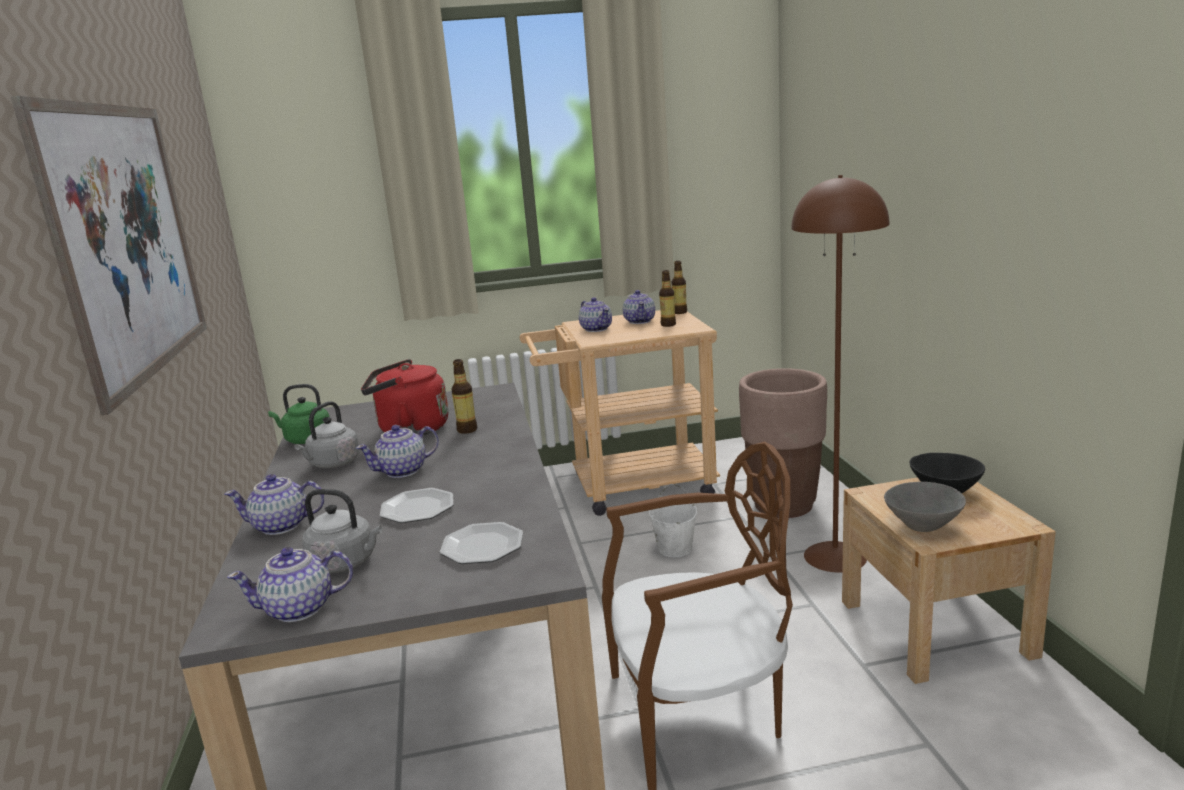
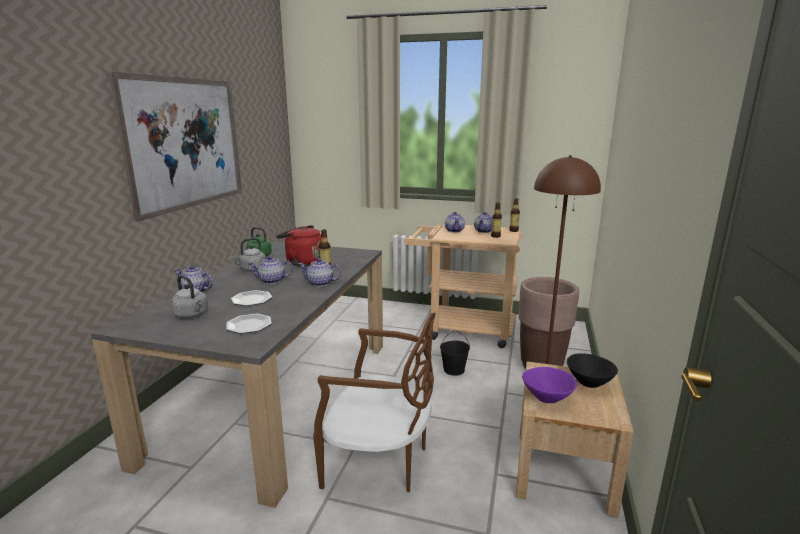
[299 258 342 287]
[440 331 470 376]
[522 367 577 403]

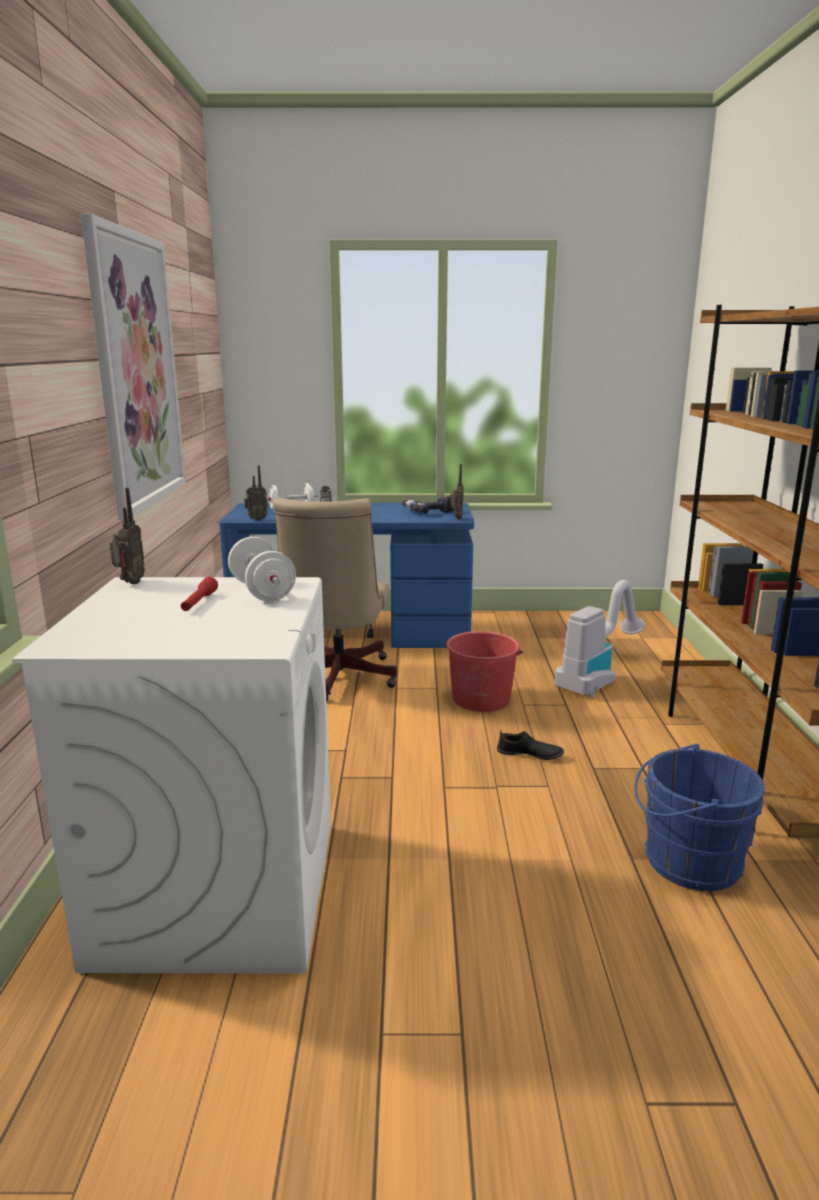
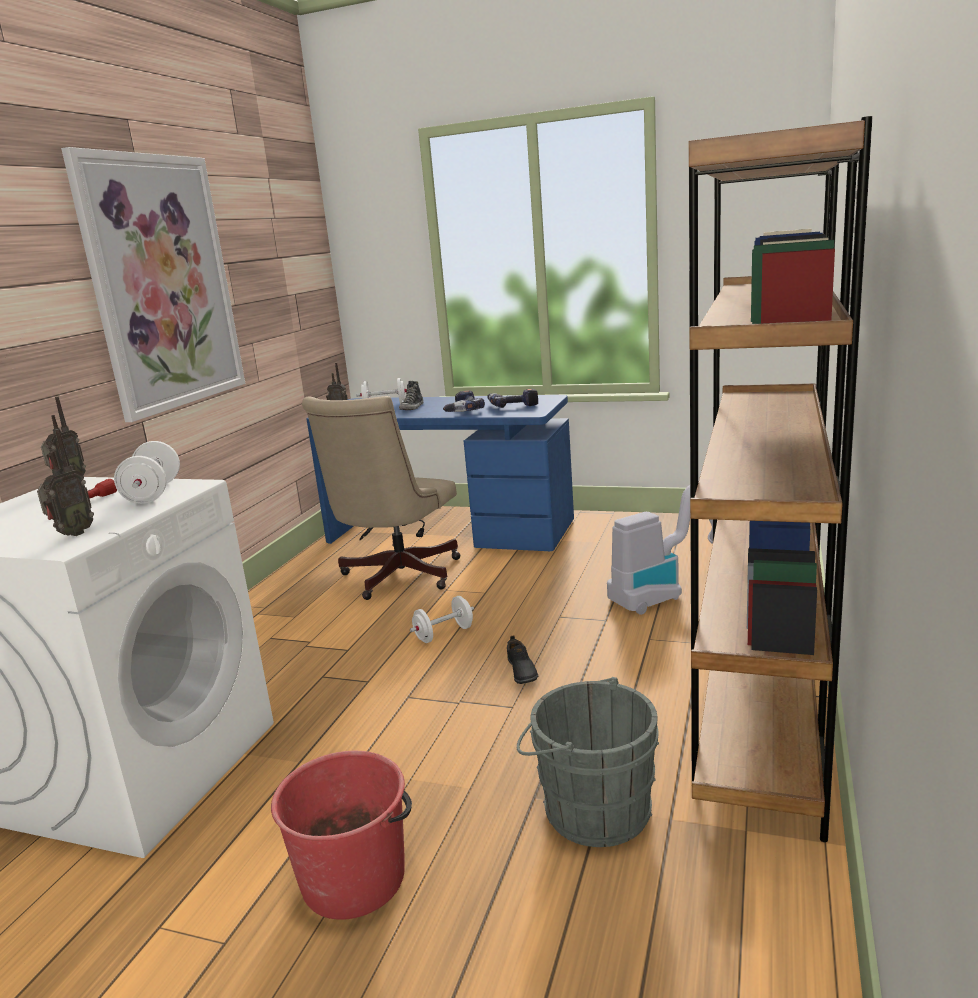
[410 596 474 643]
[443 390 485 412]
[271 751 412 920]
[37 429 94 536]
[517 677 659 847]
[507 636 538 684]

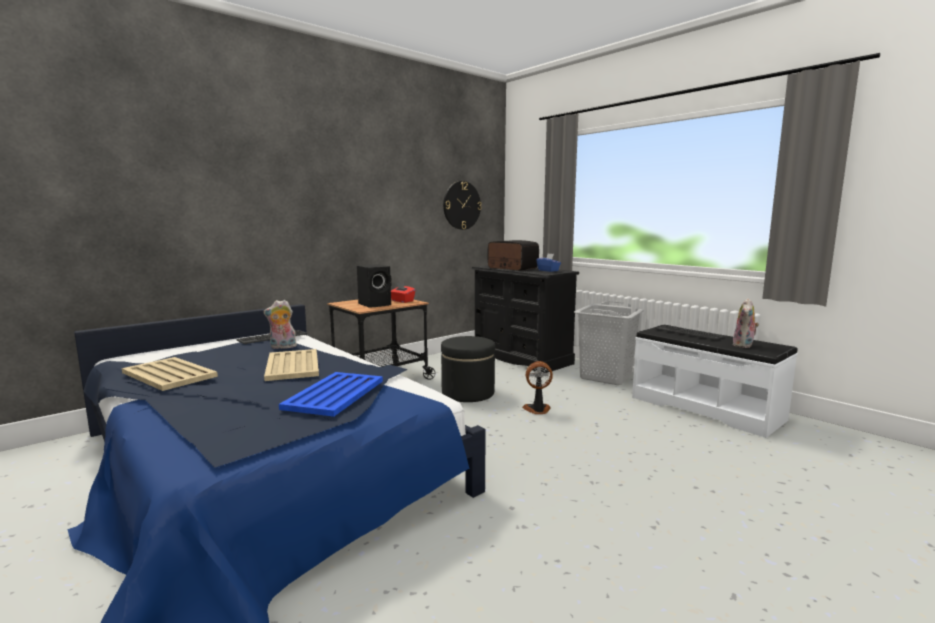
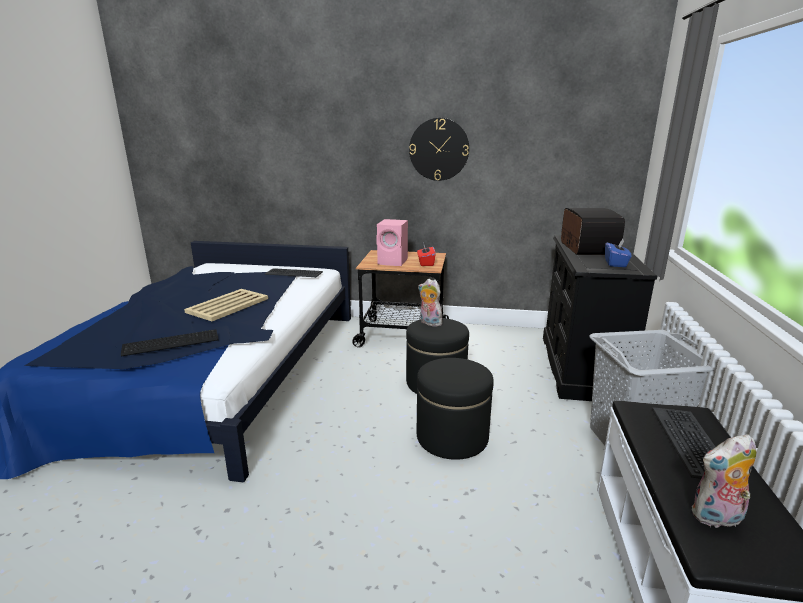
[122 357 218 391] (first image)
[418 279 442 327]
[409 118 469 181]
[121 329 219 357]
[417 358 494 460]
[376 219 408 266]

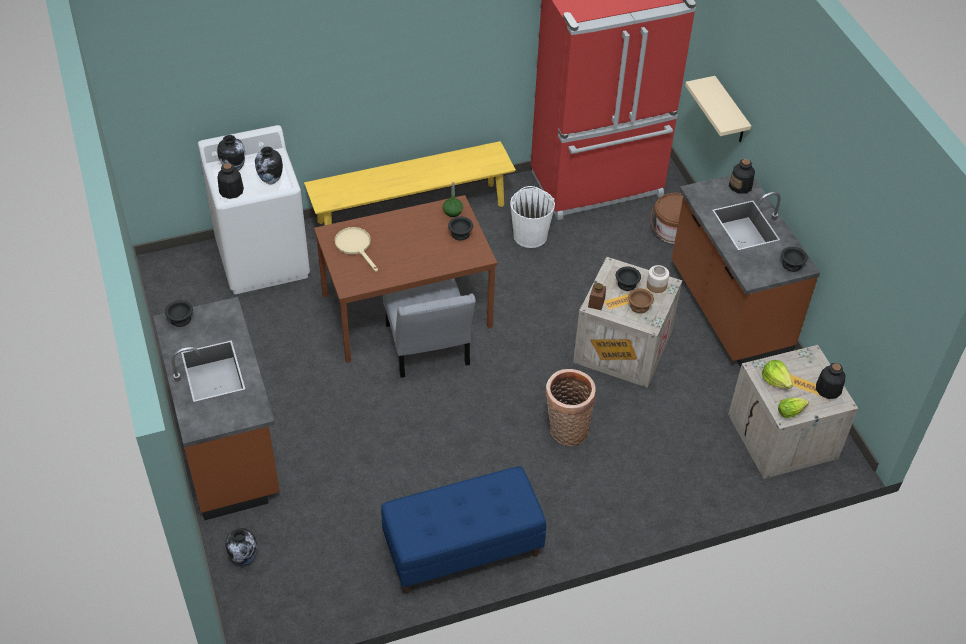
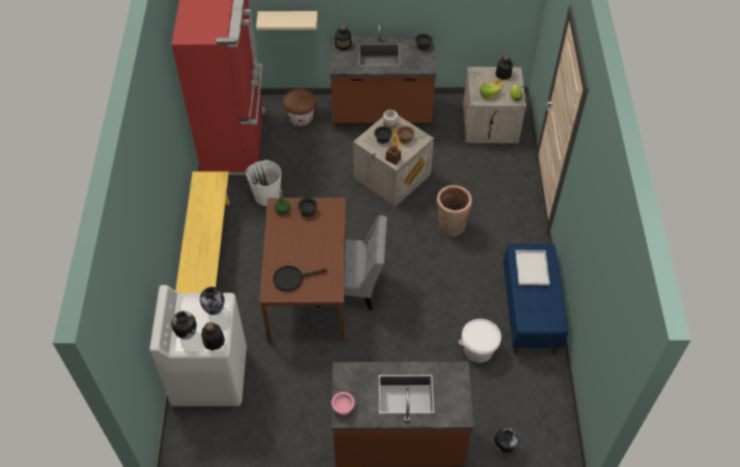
[459 319 501 363]
[515 250 550 285]
[331 392 355 415]
[273 266 327 291]

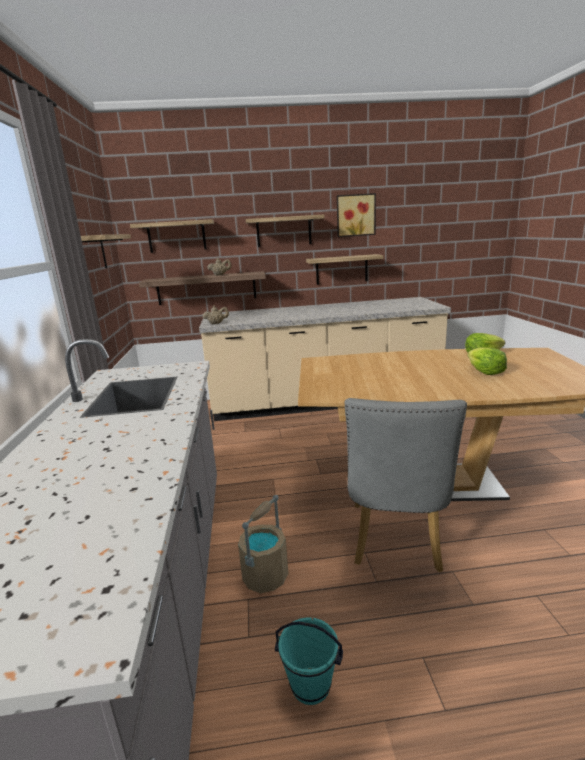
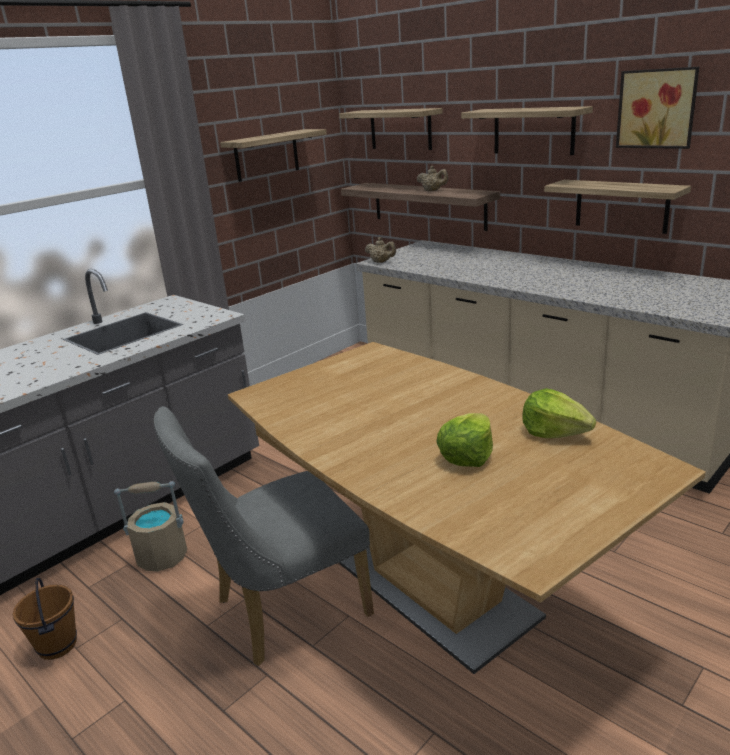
[13 578 77 660]

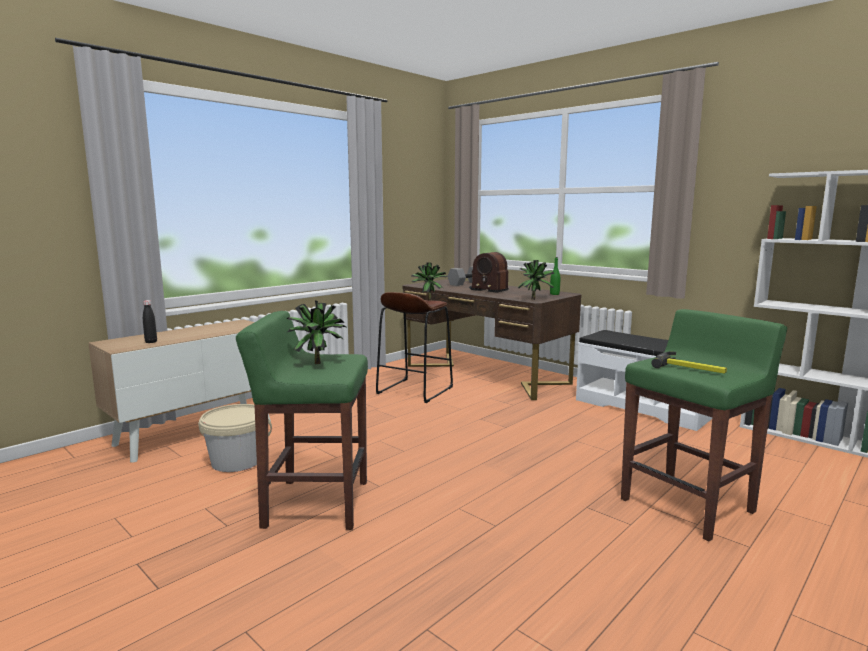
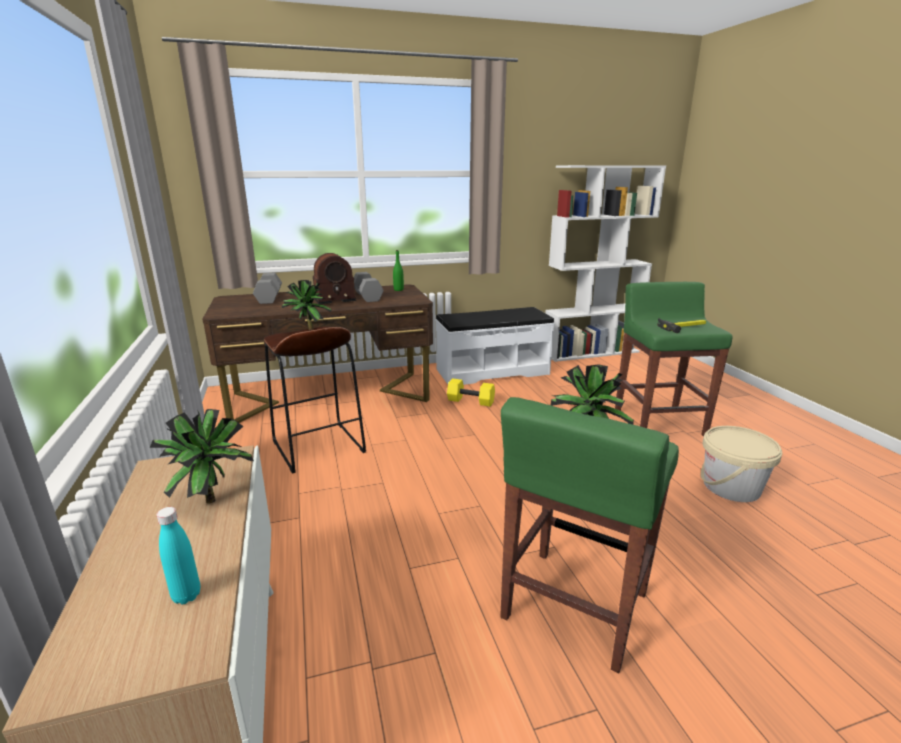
[354 272 384 302]
[447 378 495 407]
[701 426 782 502]
[149 409 254 504]
[157 507 200 604]

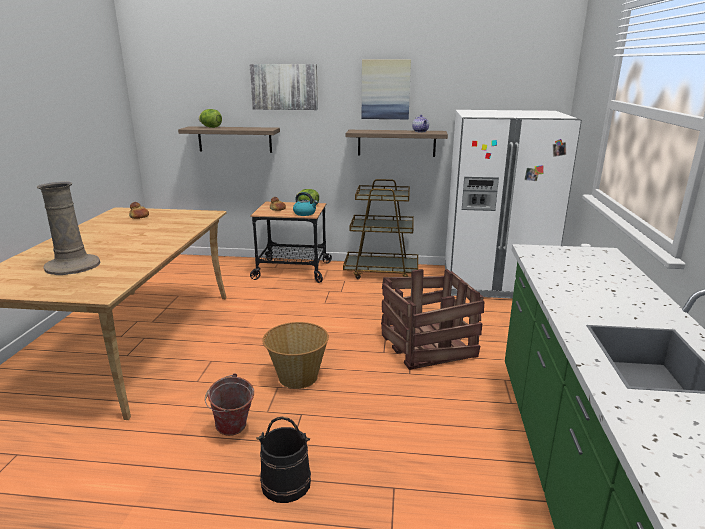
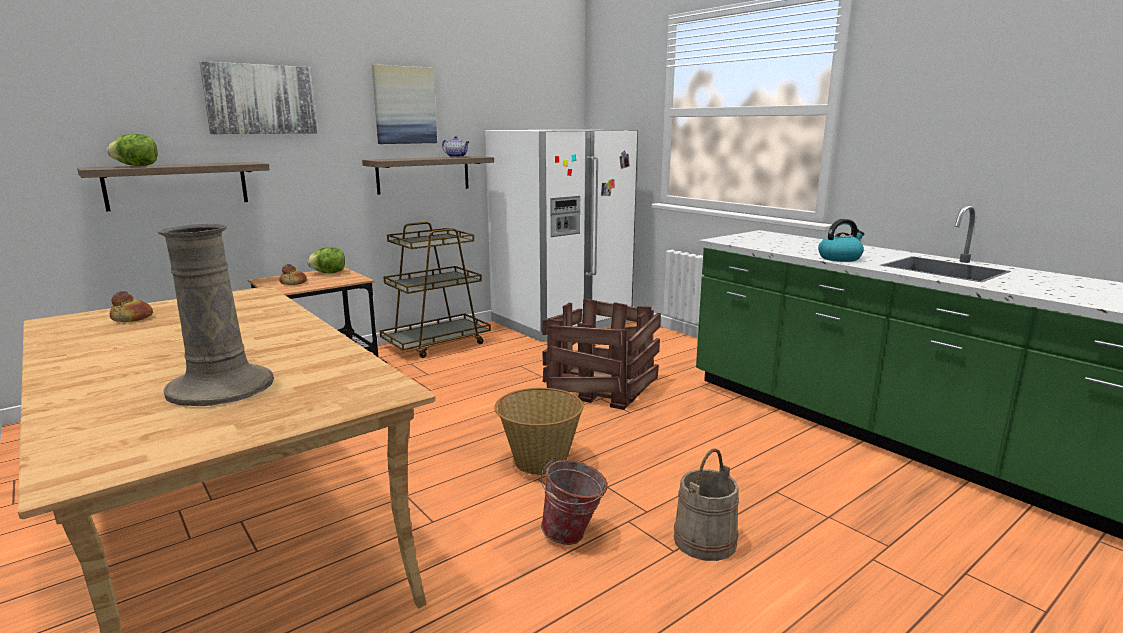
[818 219 864 262]
[674 449 739 561]

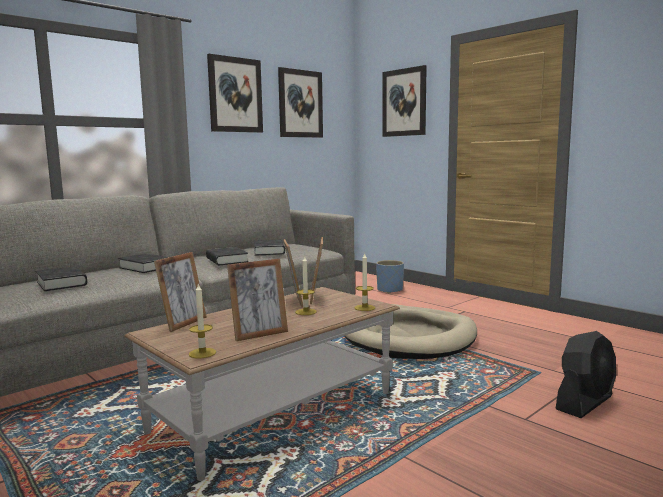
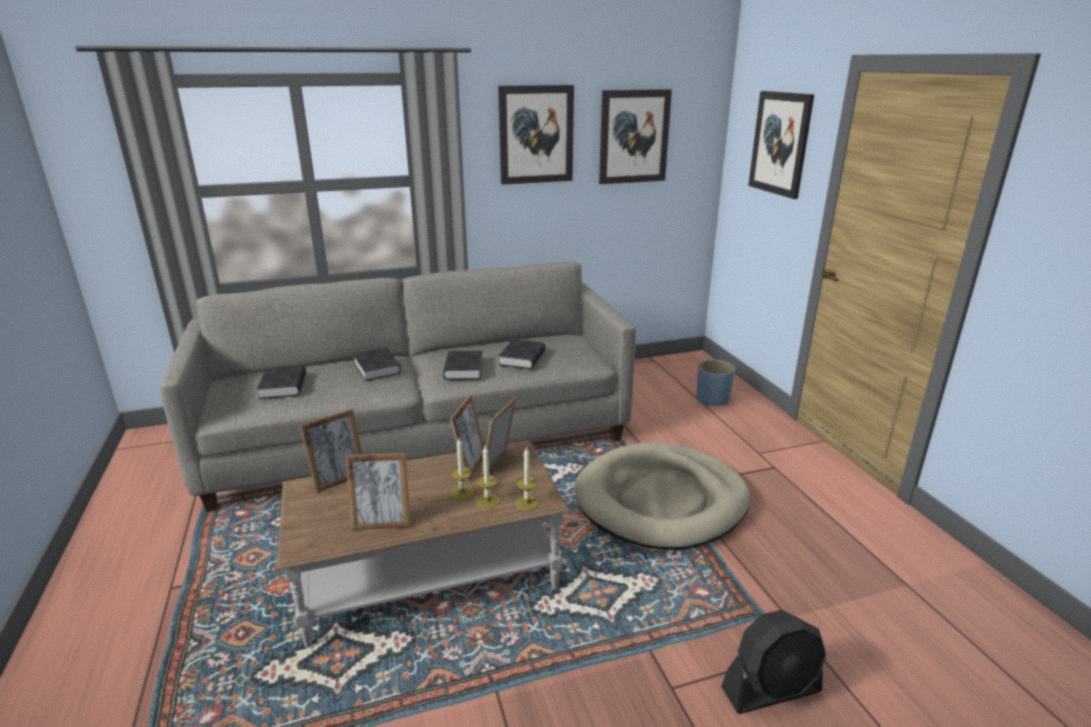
[476 446 500 508]

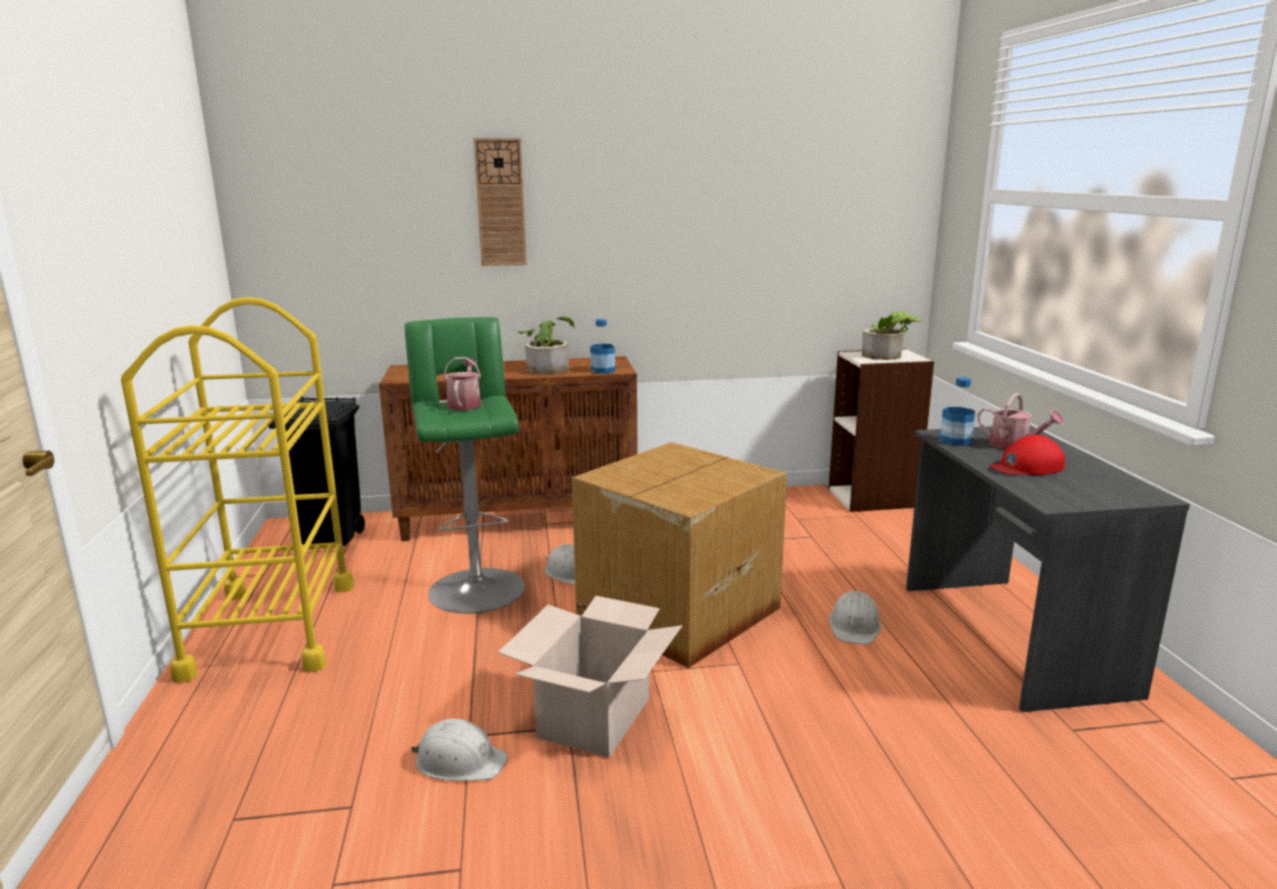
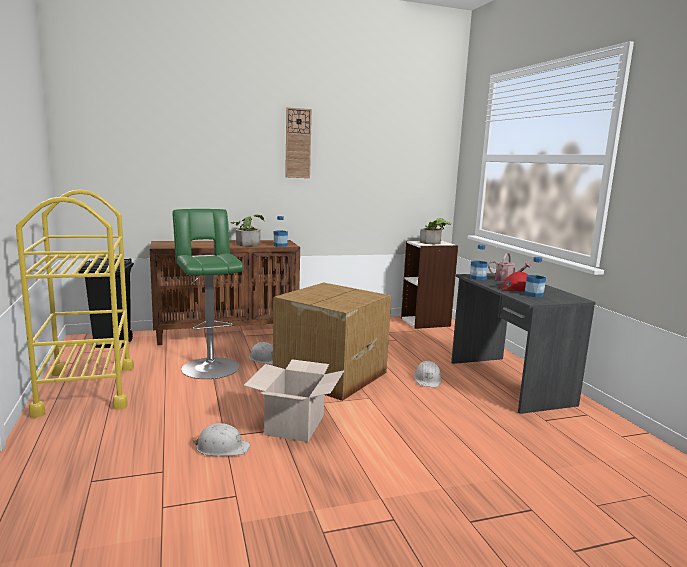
[443 357 481 410] (first image)
[524 257 546 297]
[285 107 312 178]

